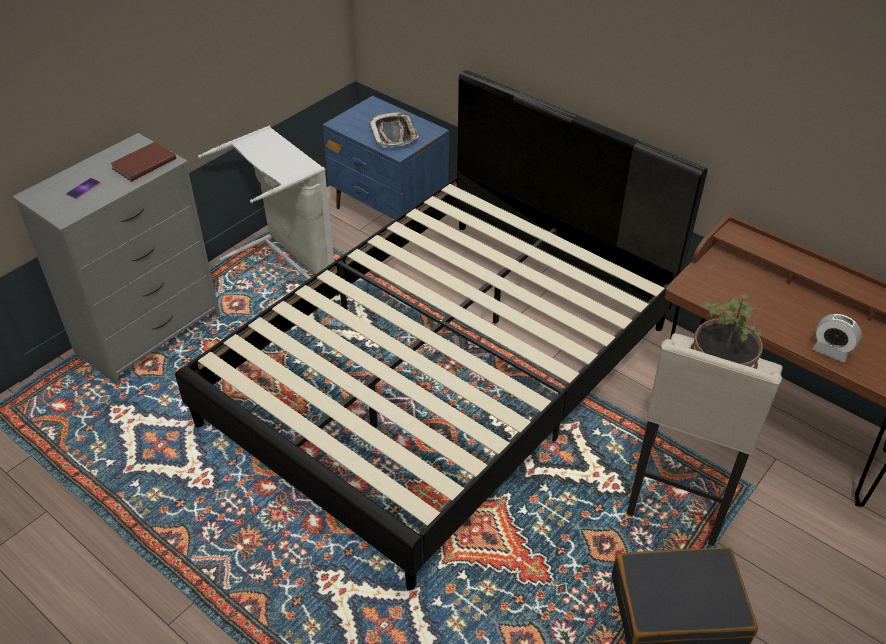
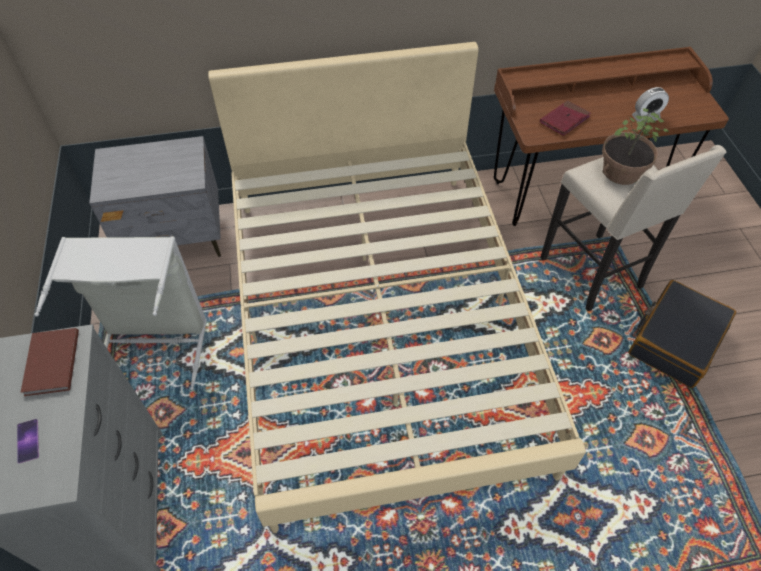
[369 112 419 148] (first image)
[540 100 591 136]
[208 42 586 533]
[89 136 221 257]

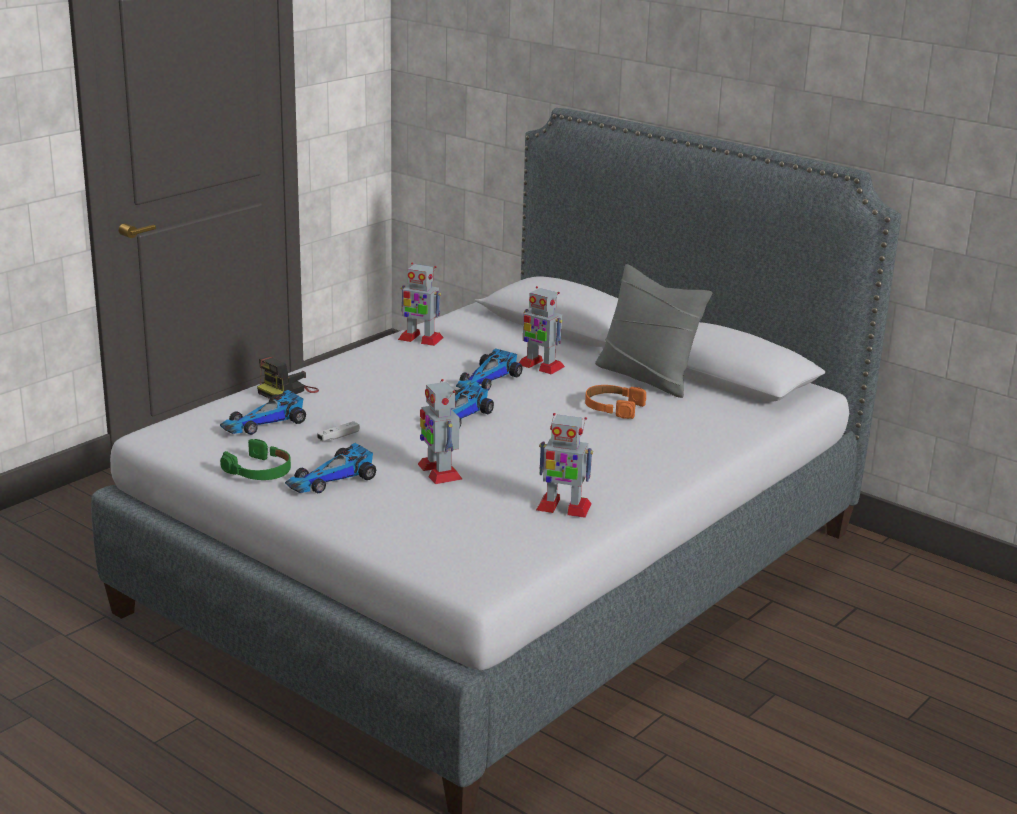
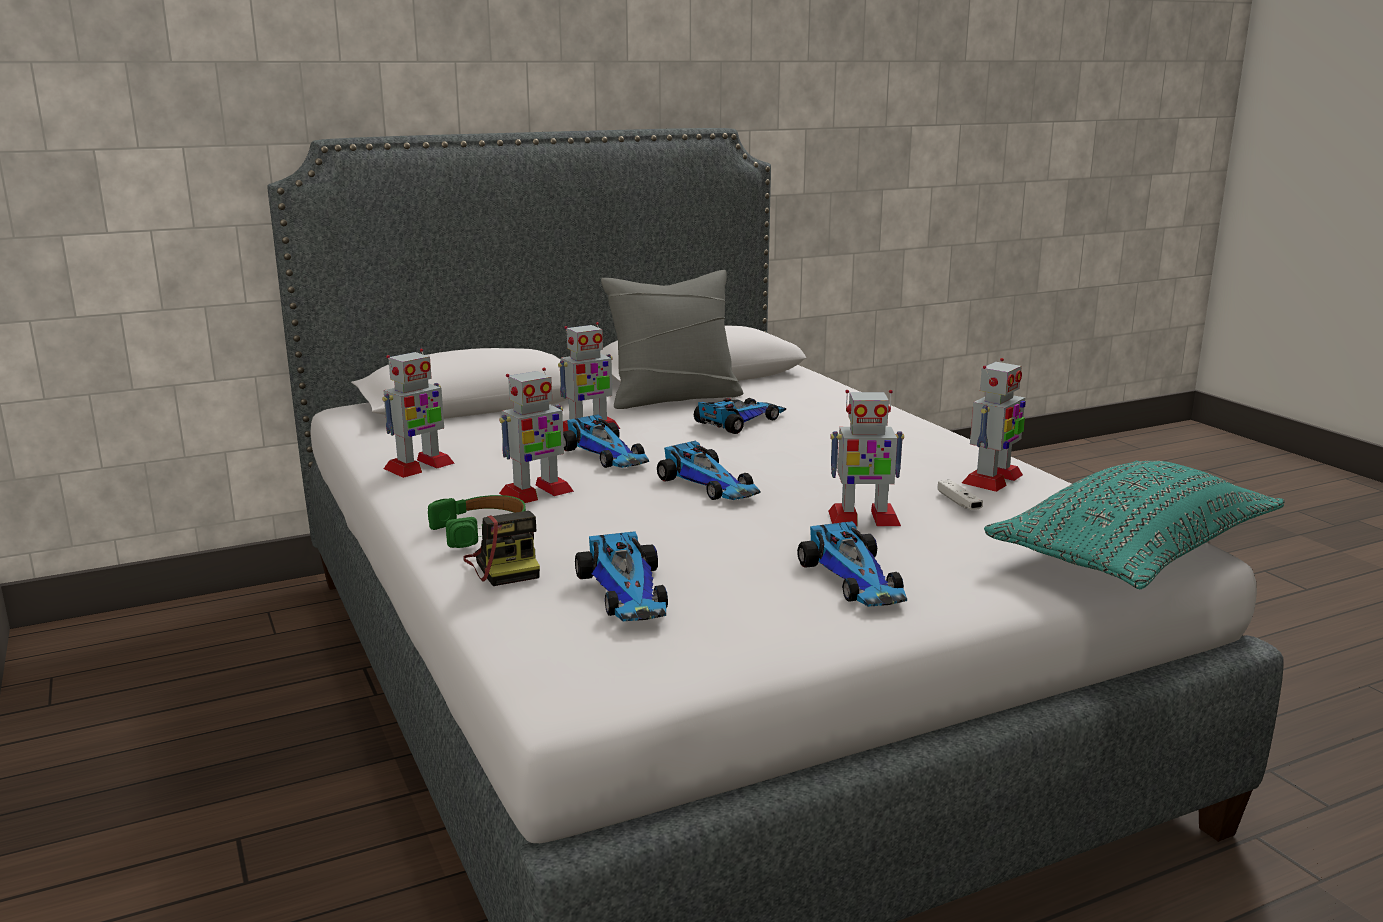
[499 368 574 503]
[984 461 1285 589]
[428 495 526 548]
[938 480 983 510]
[694 398 786 434]

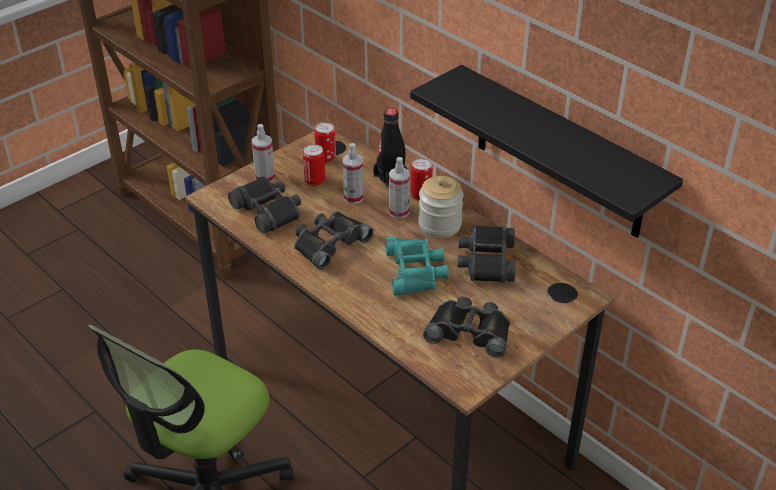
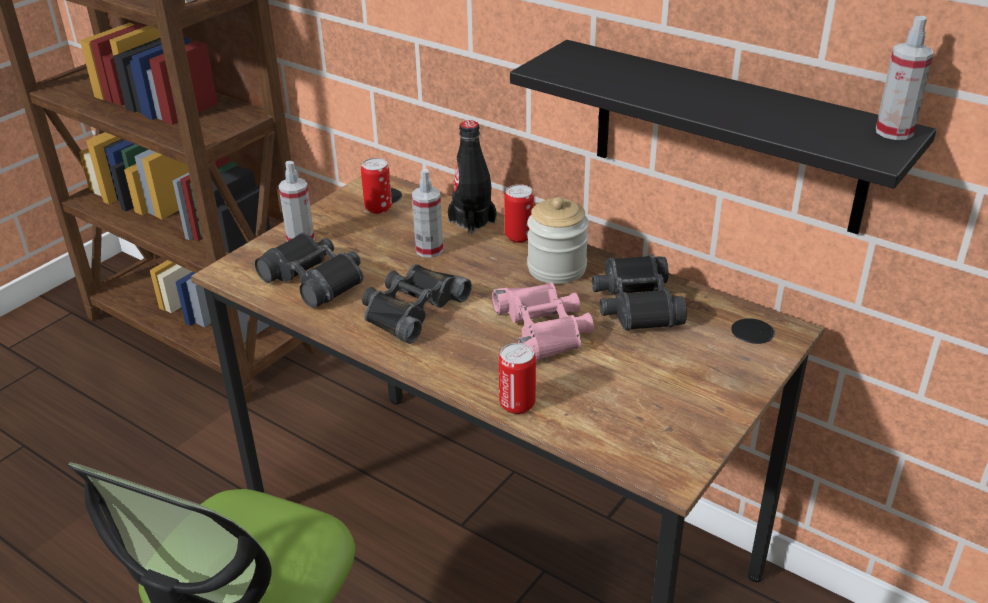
[423 297 510 358] (first image)
[499 343 536 414]
[876 16 934 140]
[492 282 594 361]

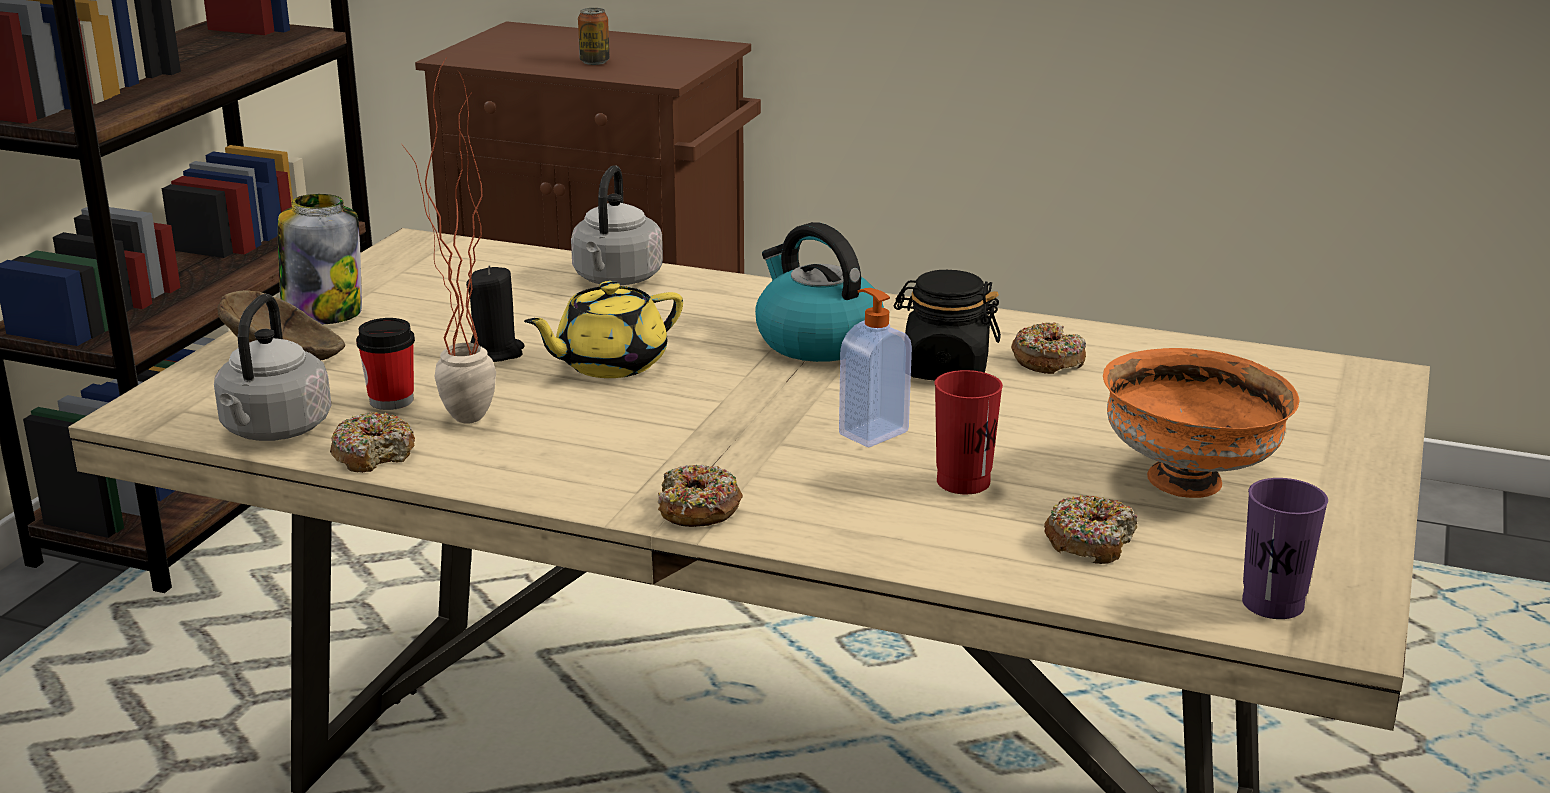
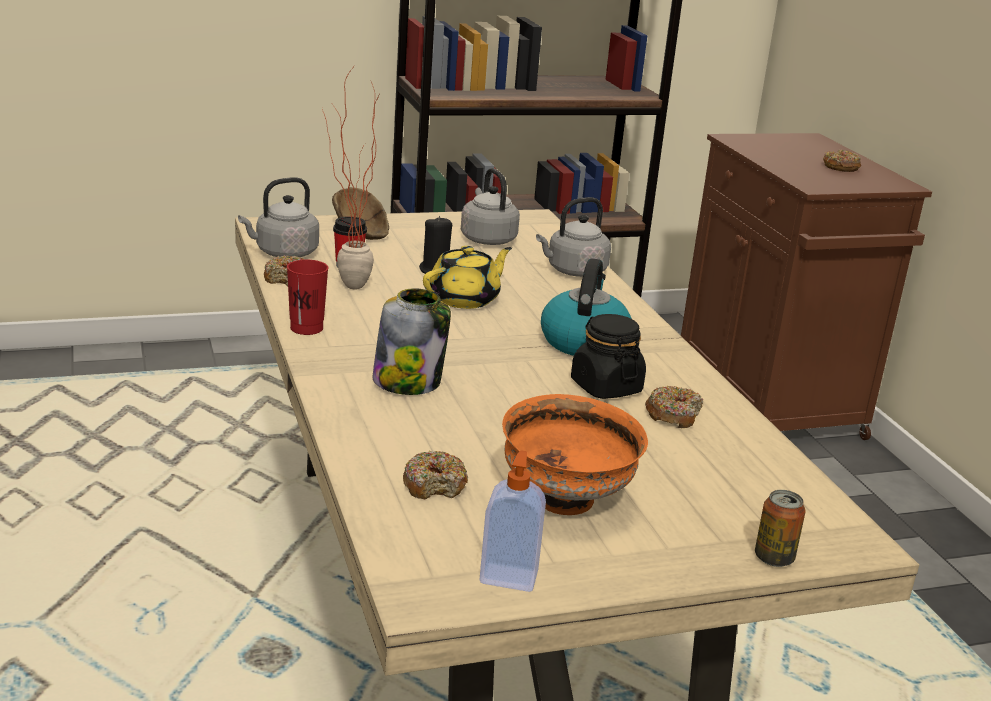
[1242 478 1328 619] (first image)
[461 168 520 245]
[372 288 451 395]
[755 490 806 567]
[823 150 861 172]
[480 450 546 592]
[287 260 329 335]
[423 246 512 309]

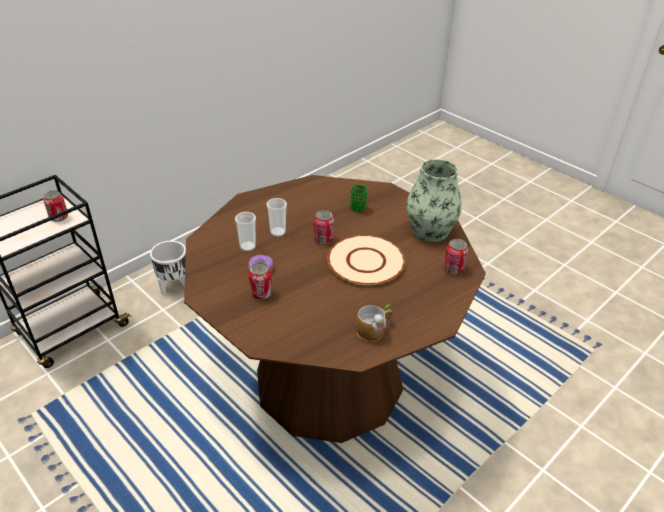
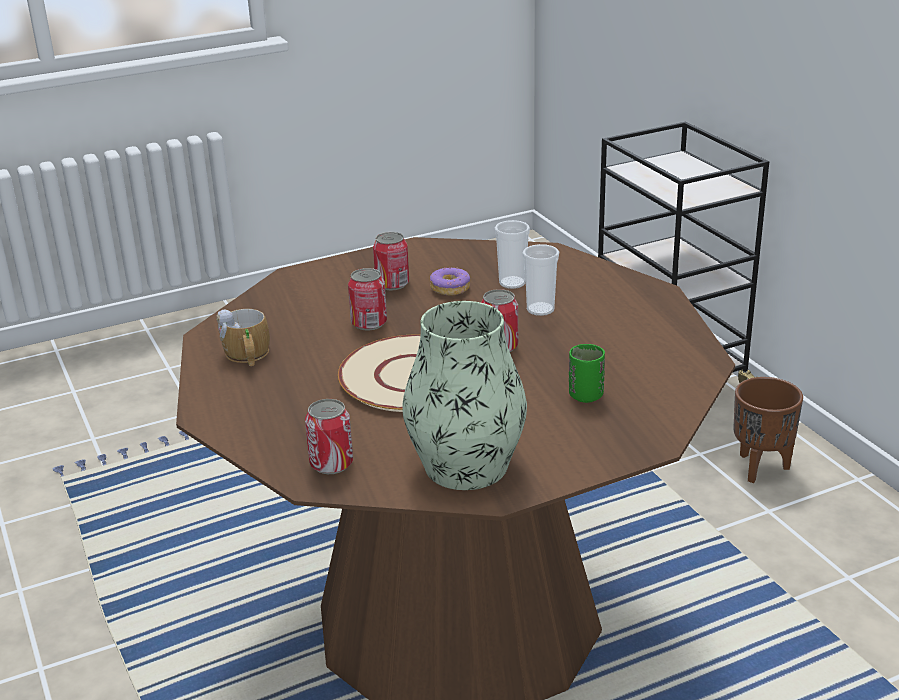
[348 268 387 330]
[733 377 803 483]

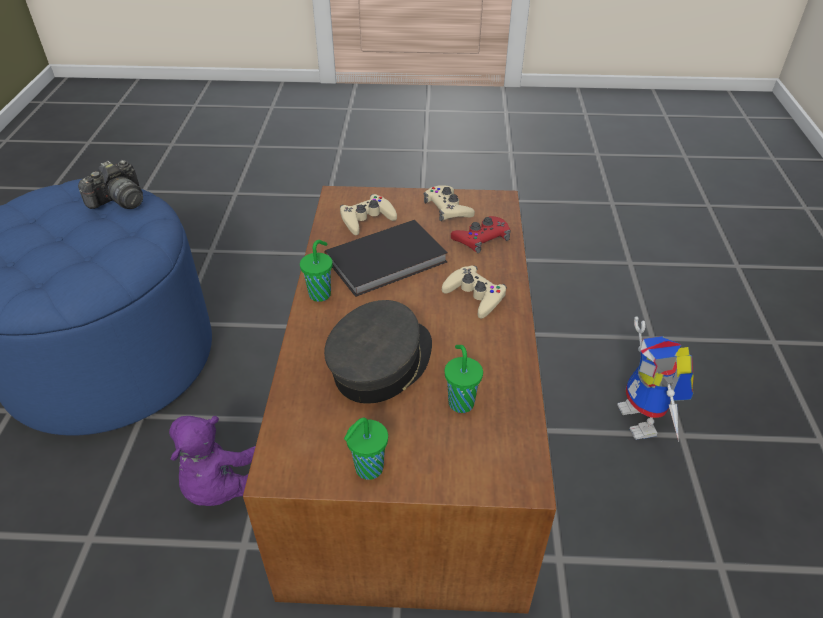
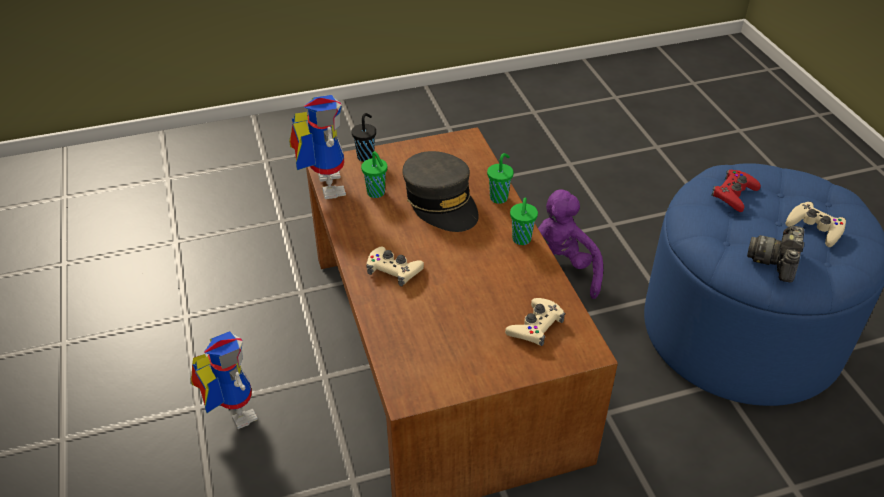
[324 220 448 297] (first image)
[289 95 346 199]
[351 113 376 162]
[487 153 514 204]
[785 201 846 247]
[711 170 761 212]
[402 151 479 232]

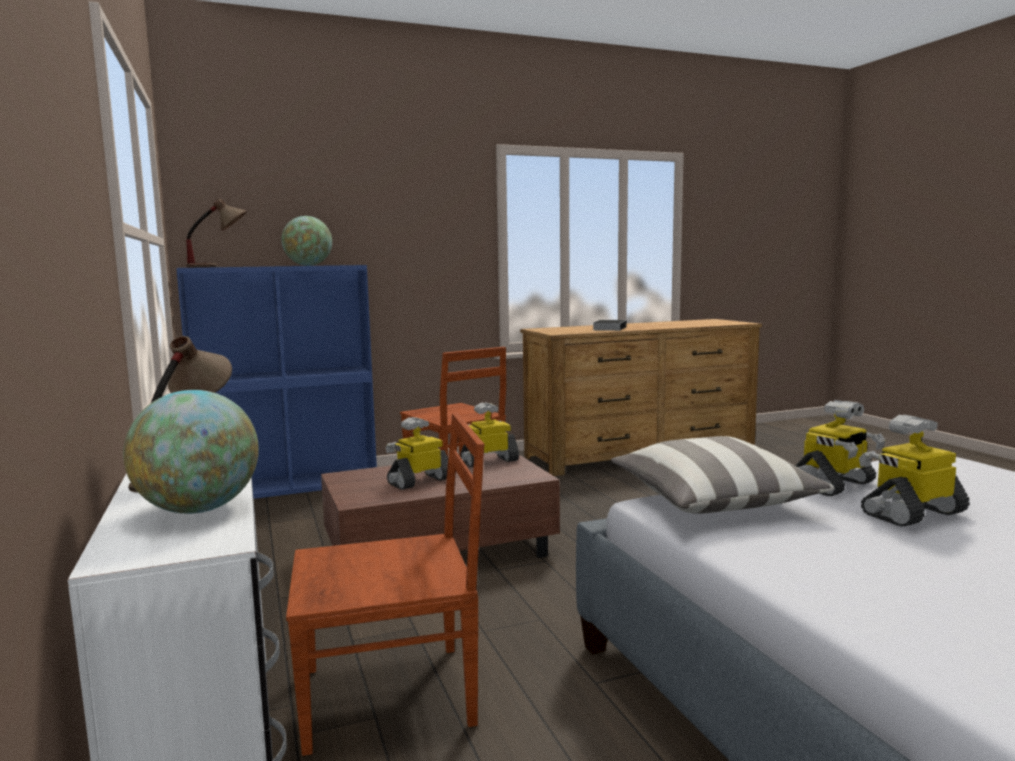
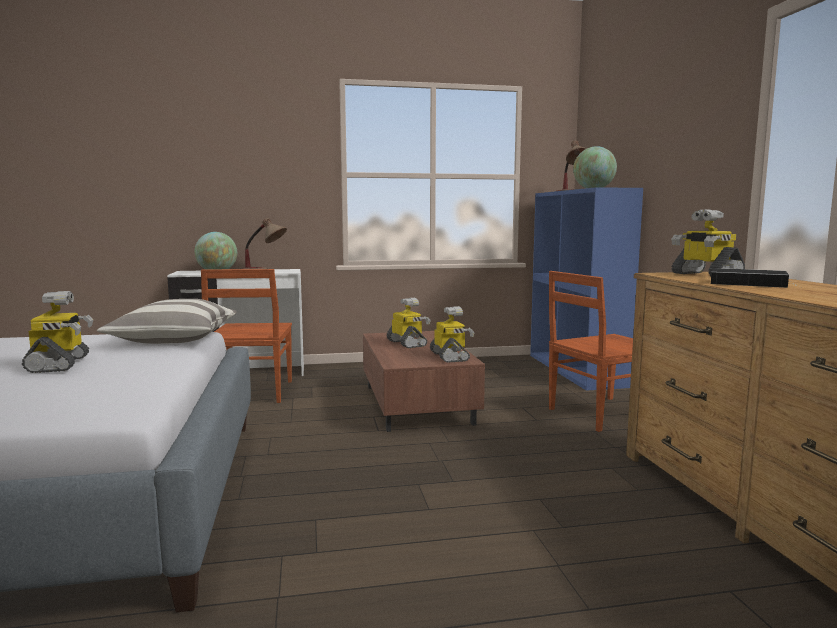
[671 209 745 277]

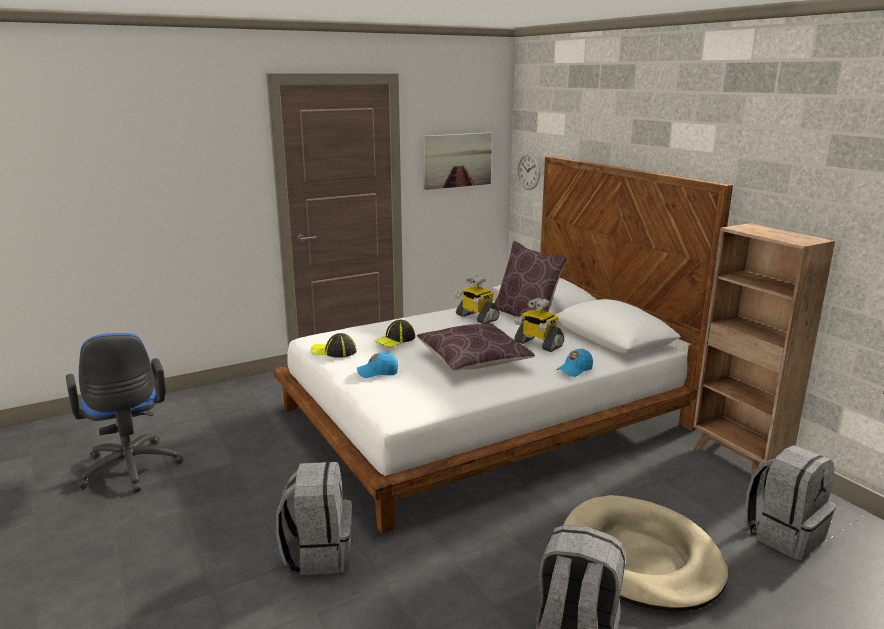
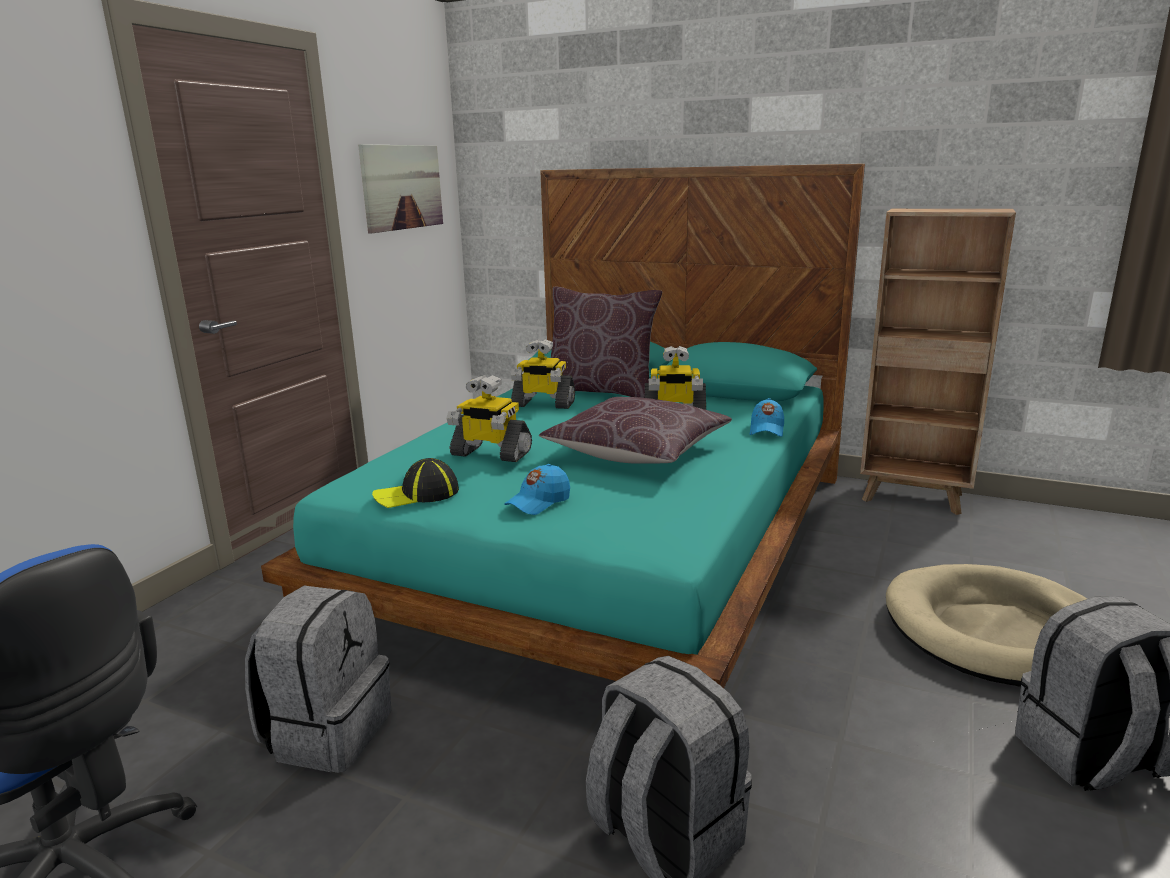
[518 152 540 190] (first image)
[245 586 391 773]
[446 375 532 462]
[261 164 865 688]

